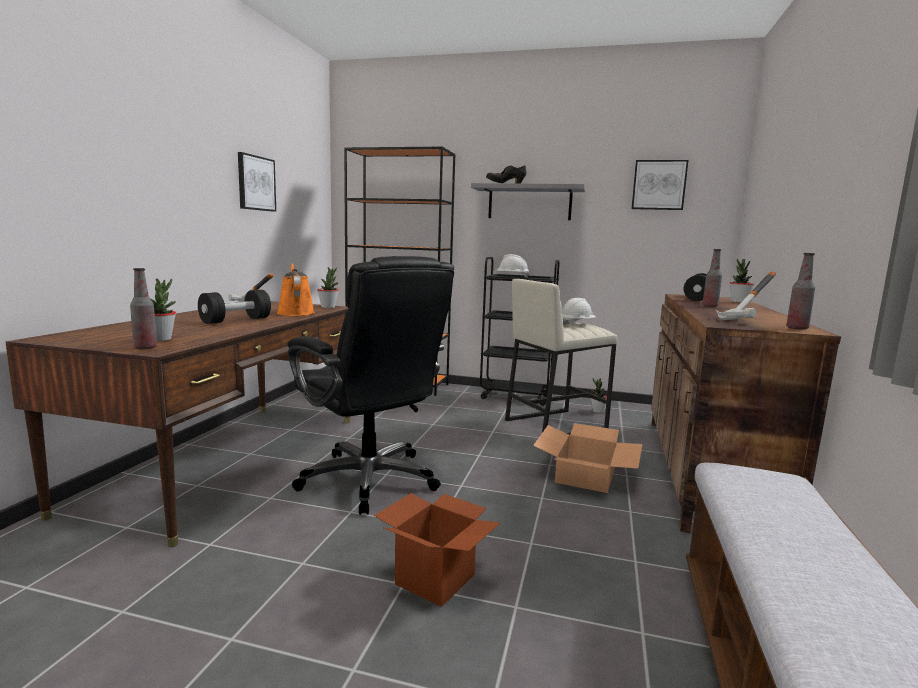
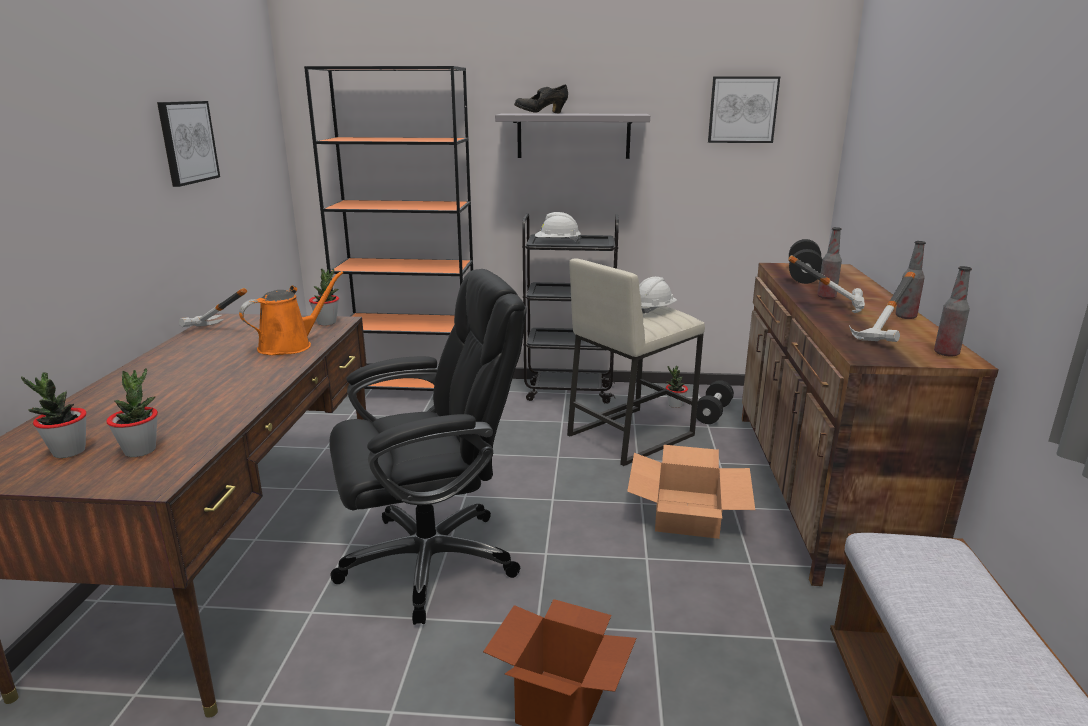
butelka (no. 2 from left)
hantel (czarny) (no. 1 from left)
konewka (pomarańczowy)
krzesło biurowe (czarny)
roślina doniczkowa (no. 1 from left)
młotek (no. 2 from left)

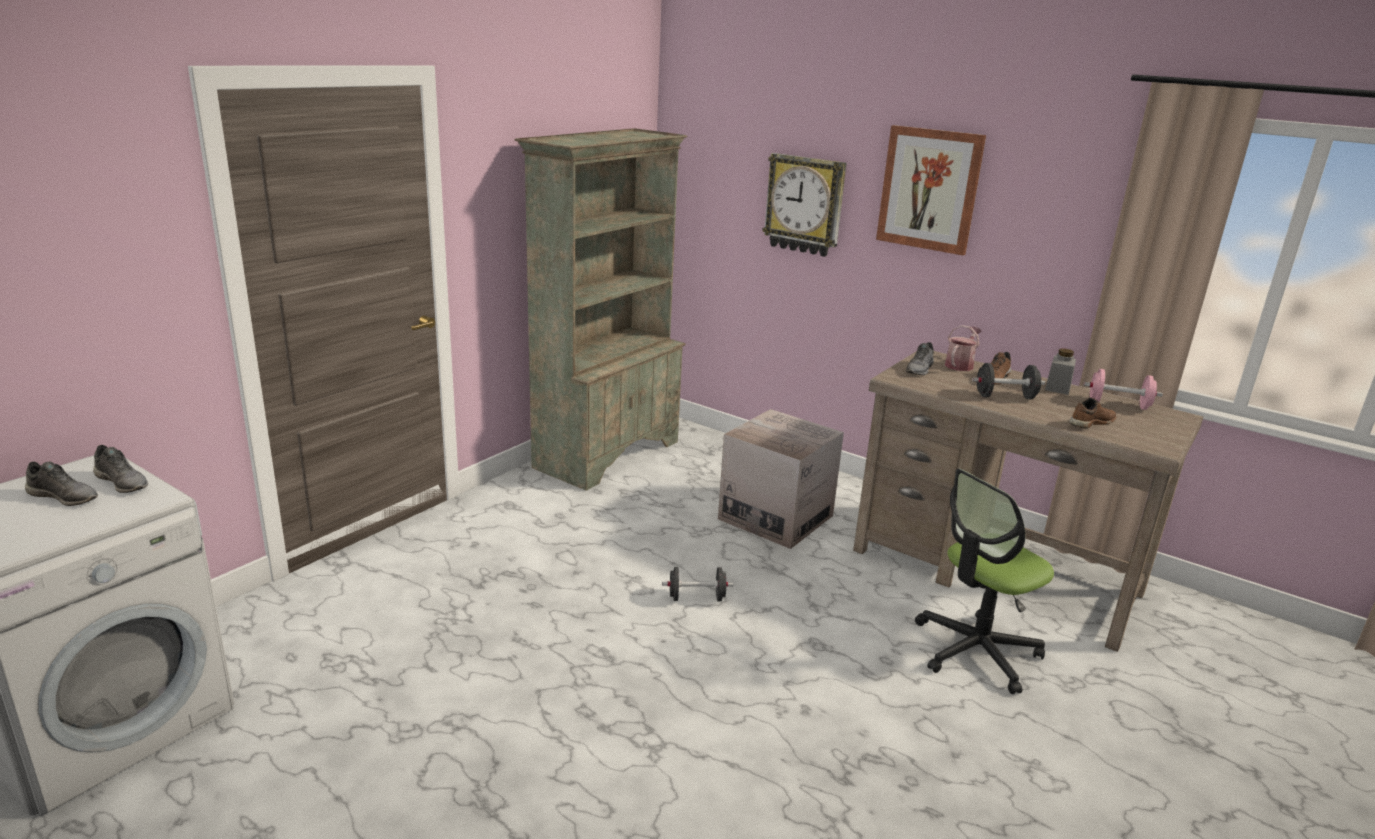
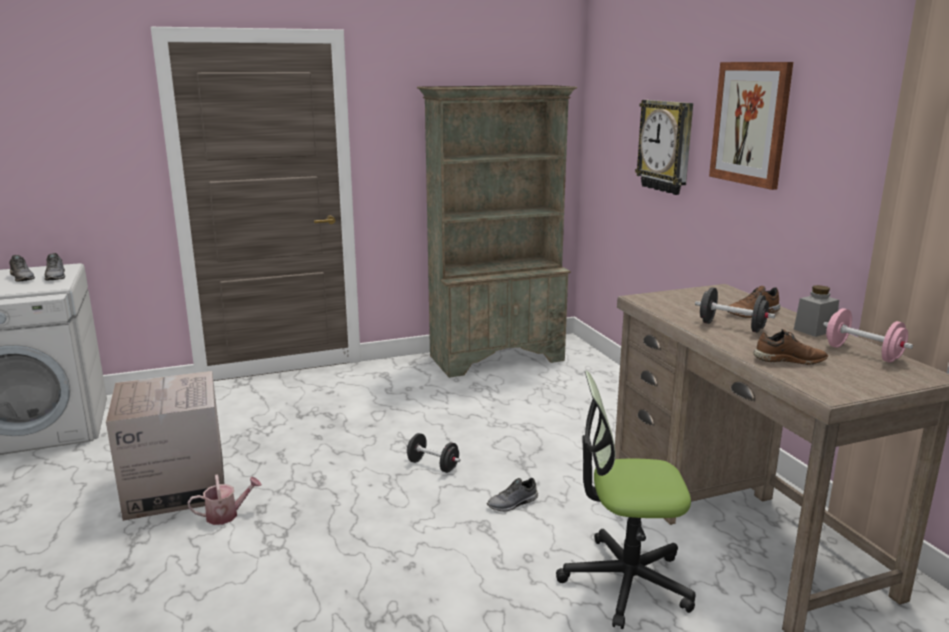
karton
but (szary) (no. 3 from left)
konewka

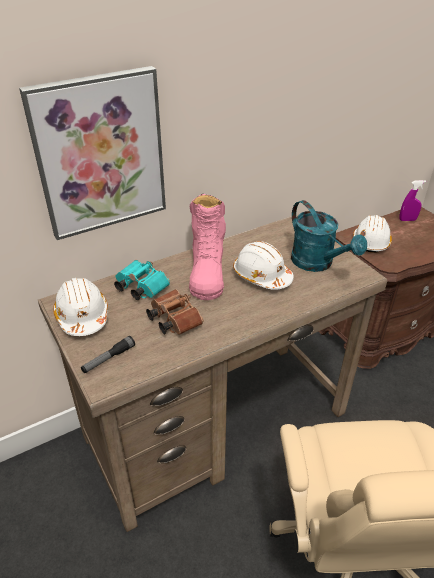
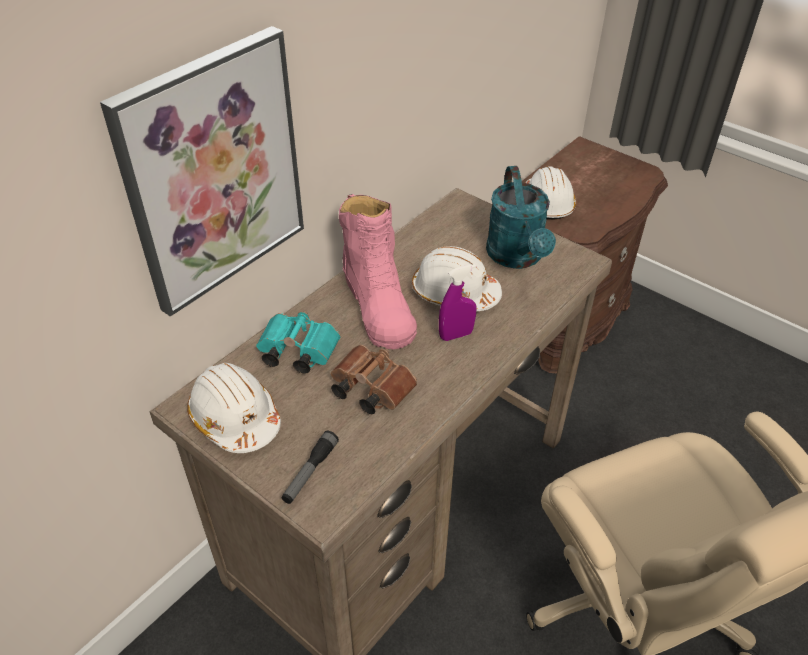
konewka (turkusowy)
spryskiwacz (fioletowy)

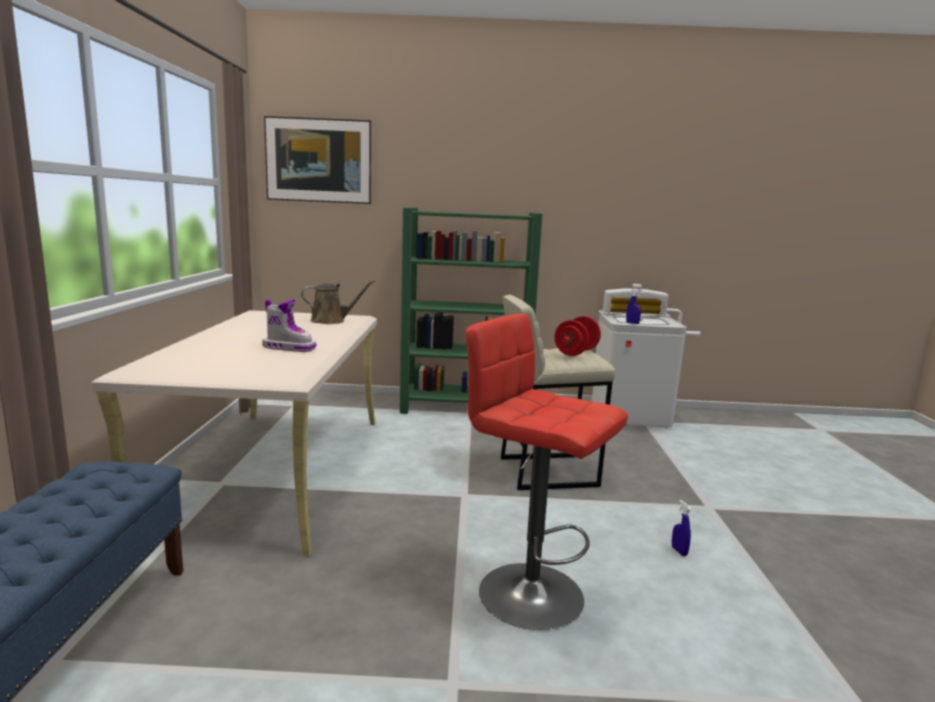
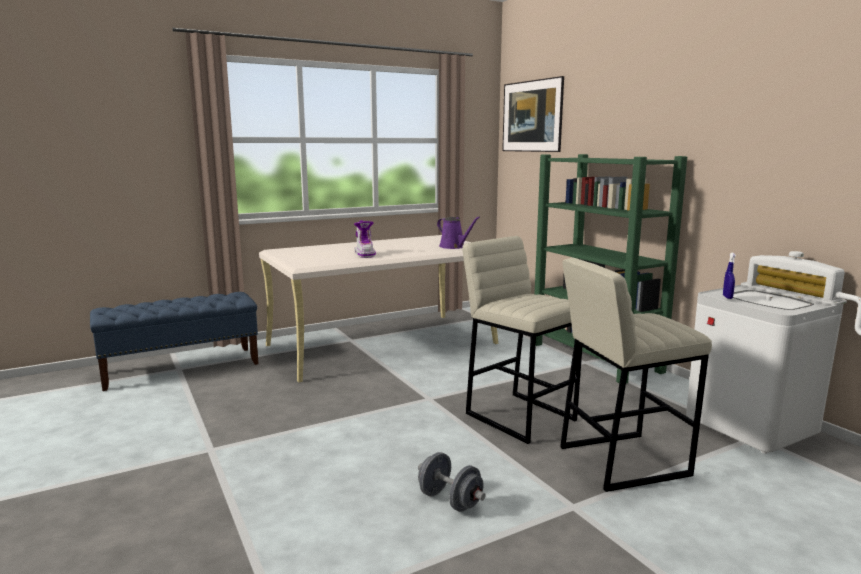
konewka (fioletowy)
stołek (czerwony)
hantel (czerwony)
hantel (szary)
stołek (beżowy) (no. 2 from left)

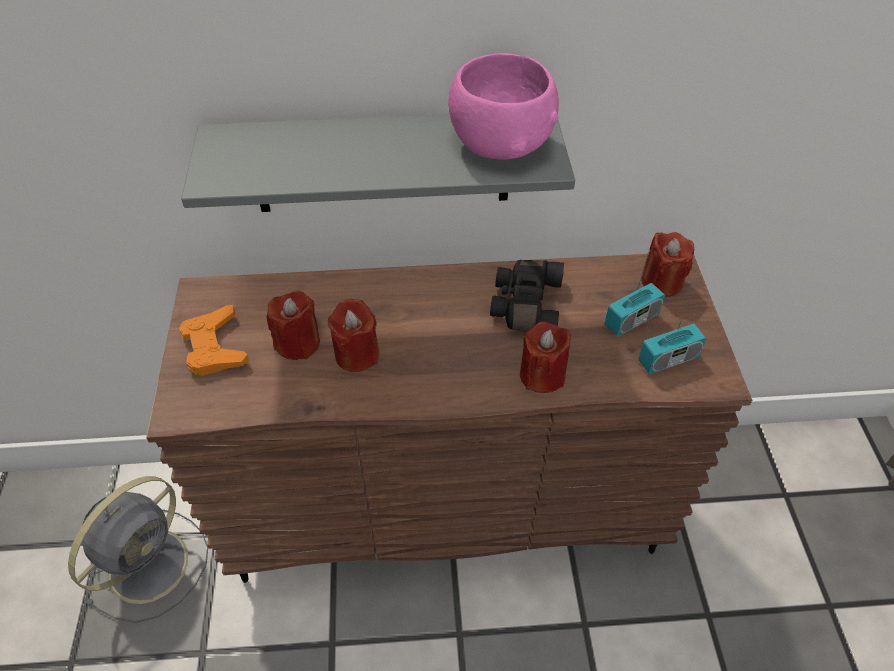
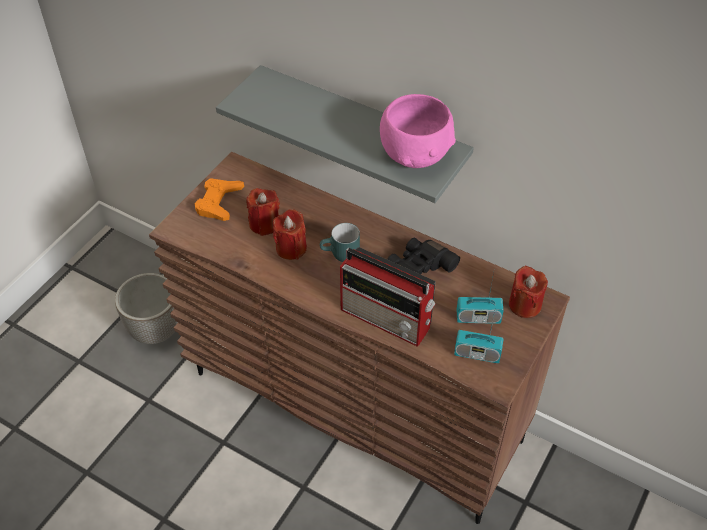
donica
radio (no. 1 from left)
kubek (turkusowy)

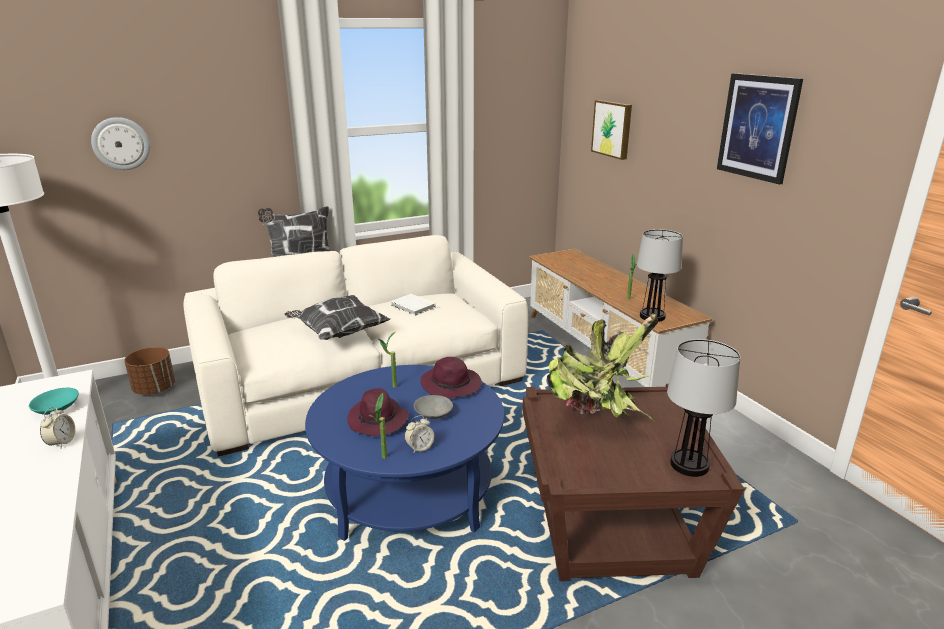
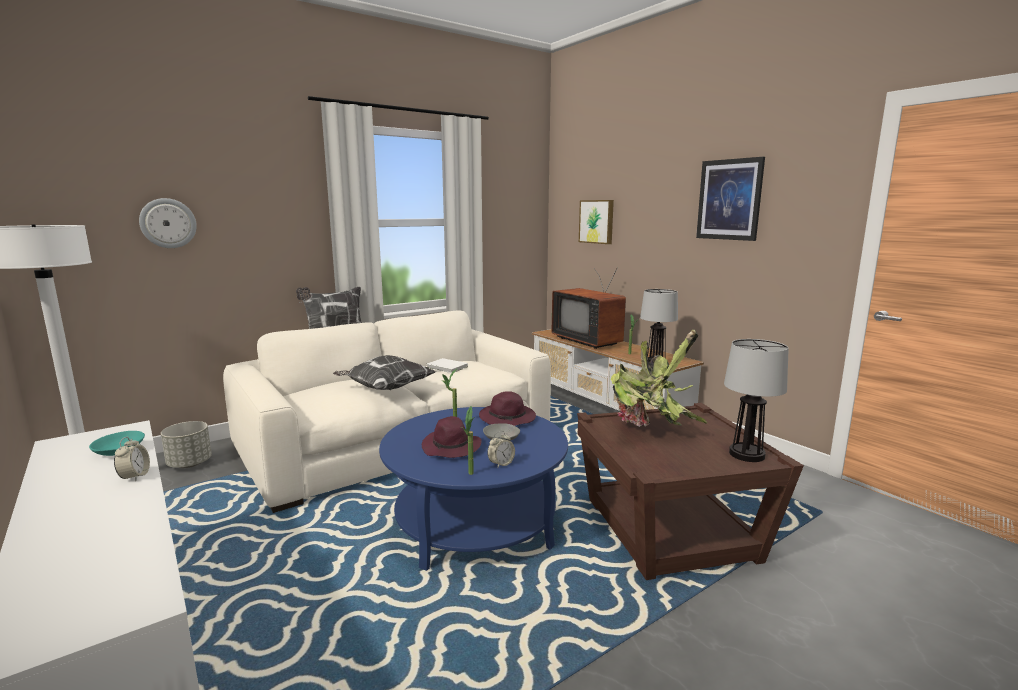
donica (szary)
telewizor

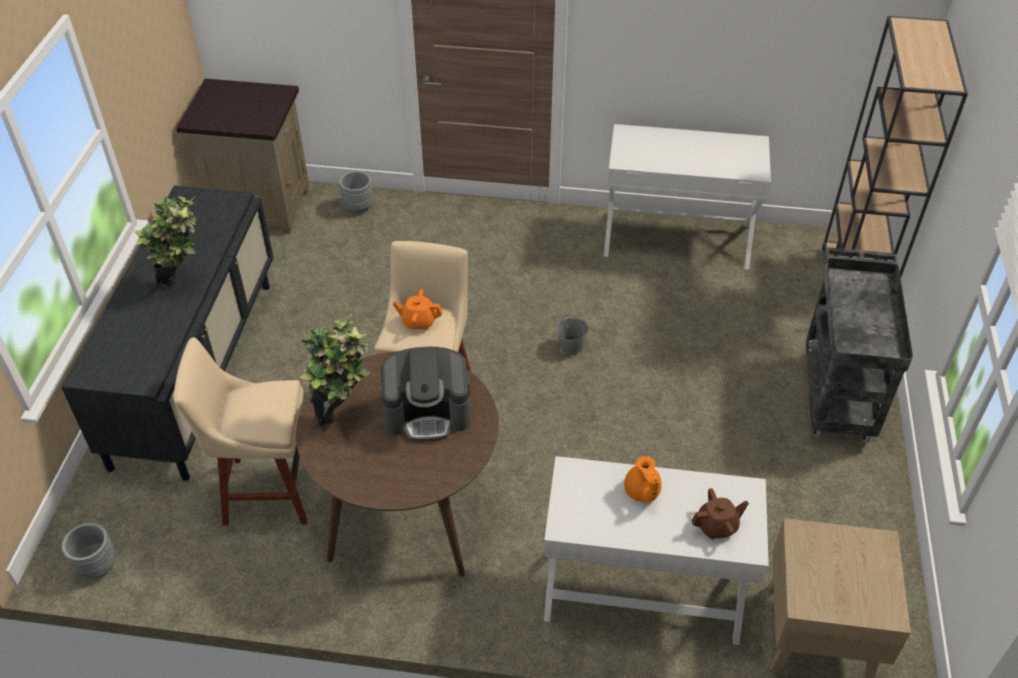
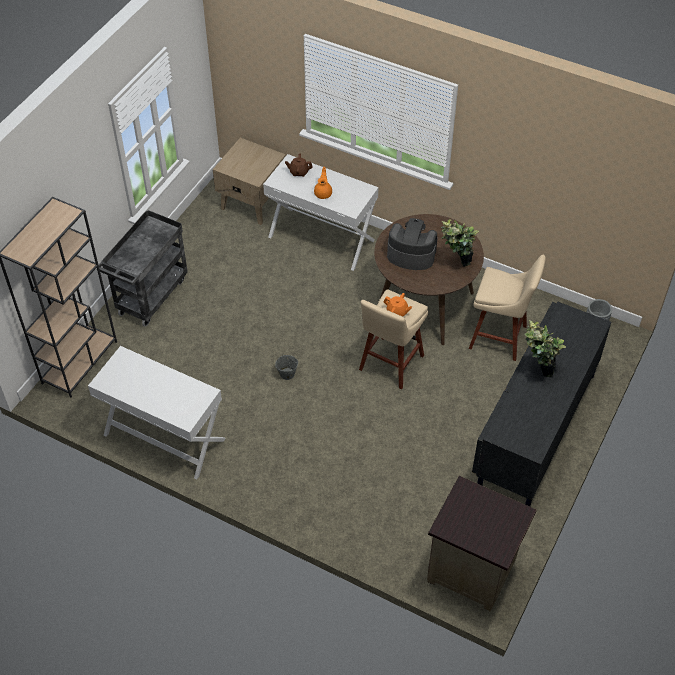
donica (szary) (no. 2 from left in the first image)

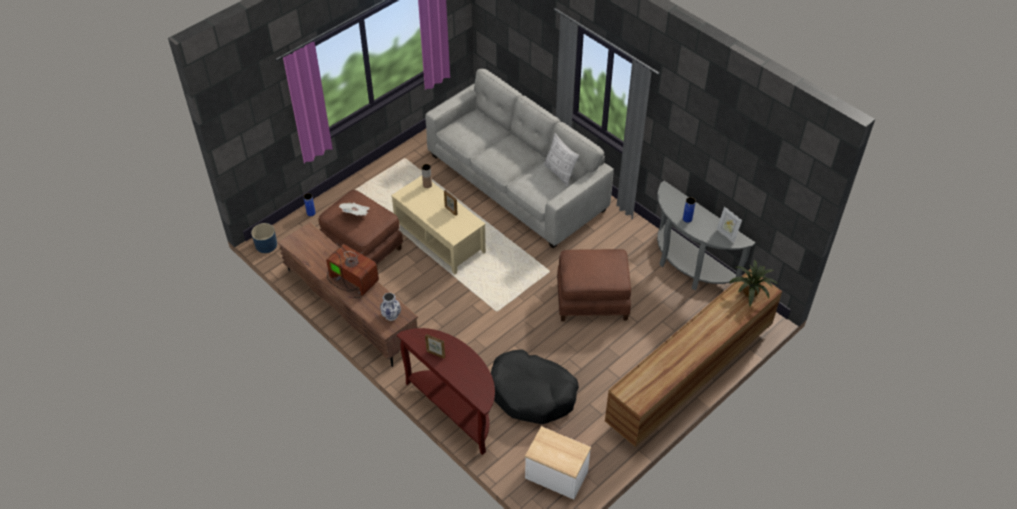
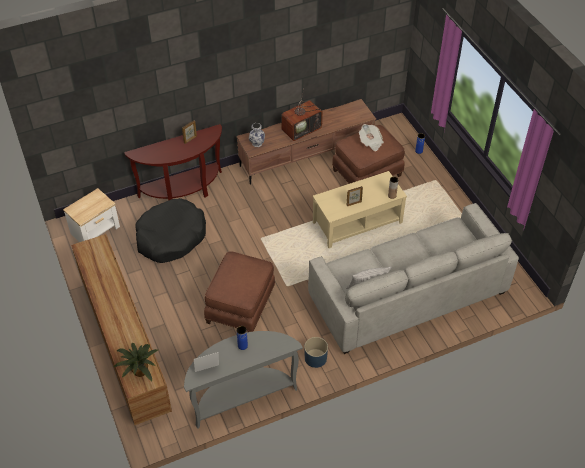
donica (niebieski)

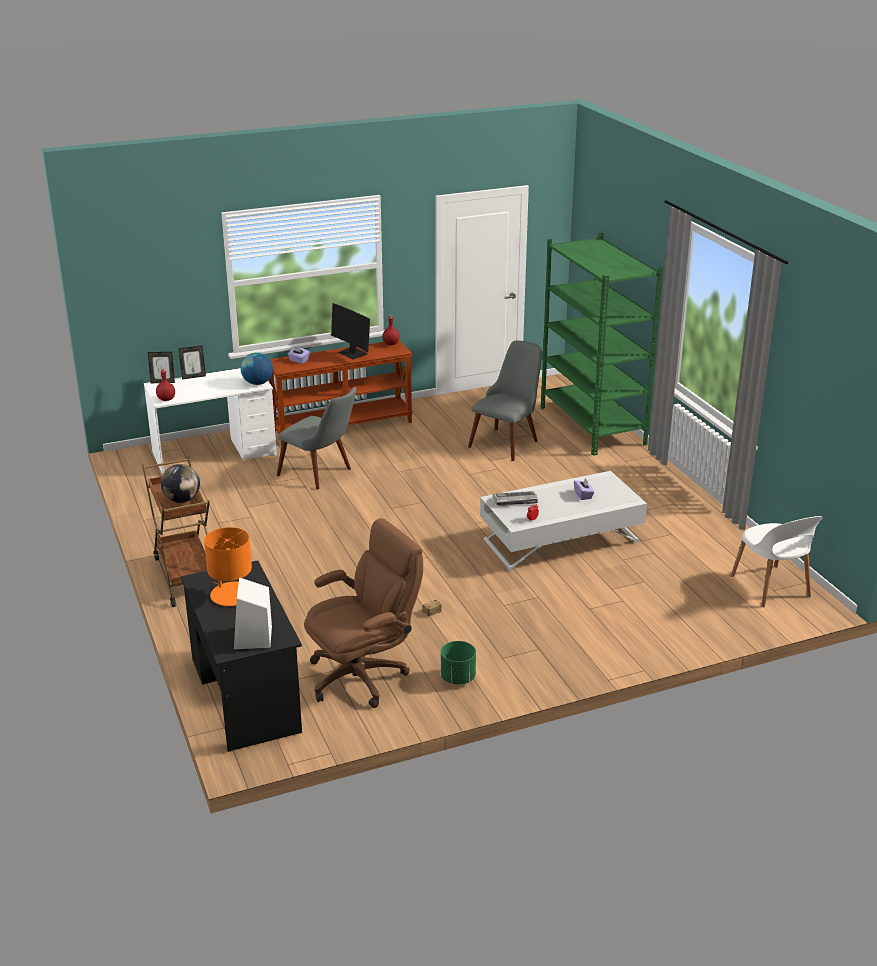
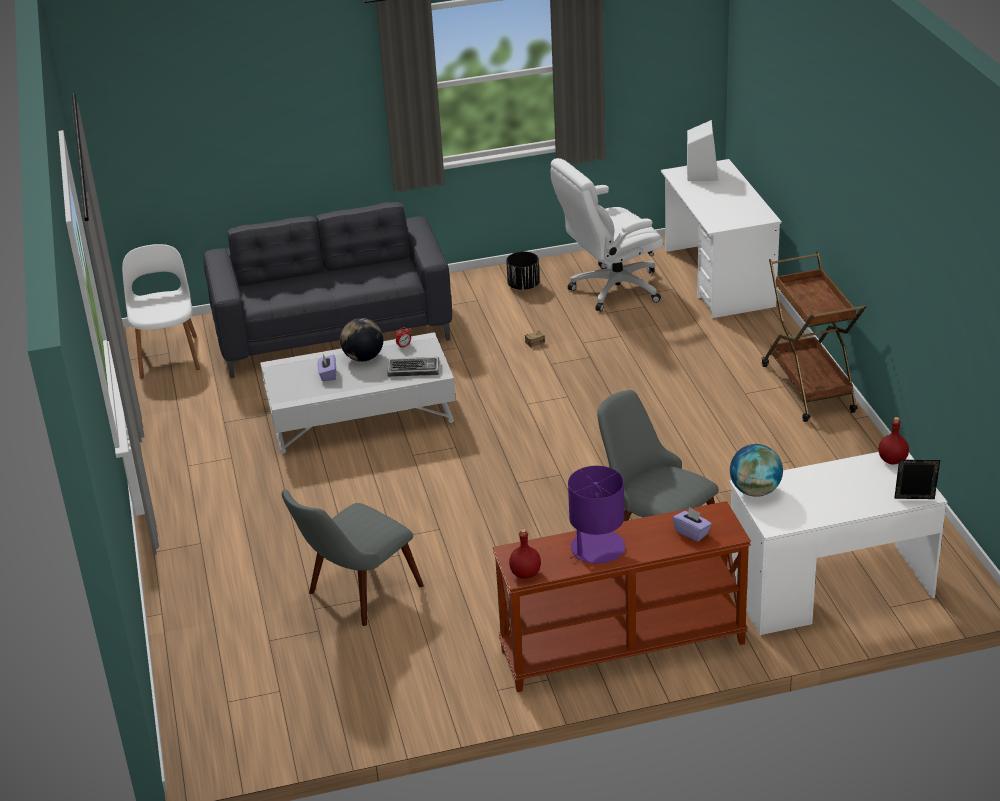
globus (no. 1 from left)
ramka na zdjęcie (no. 2 from left in the first image)
biurko (biały) (no. 1 from left)
lampa stołowa (pomarańczowy)
krzesło biurowe (biały)
lampa stołowa (fioletowy)
donica (czarny)
regał (zielony)
kanapa (szary)

